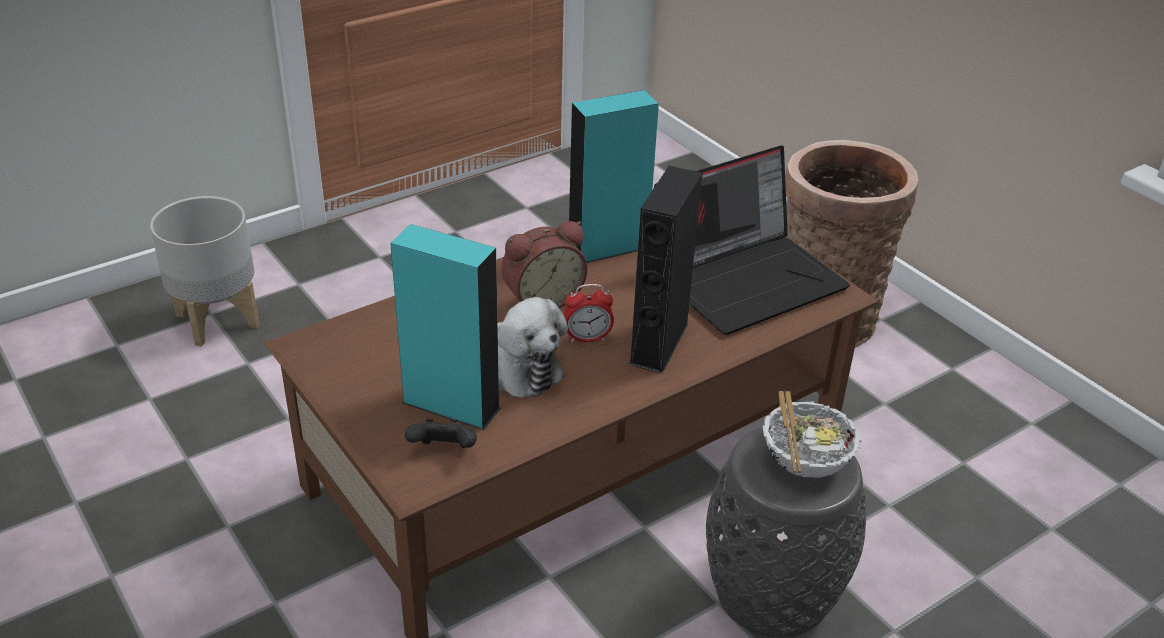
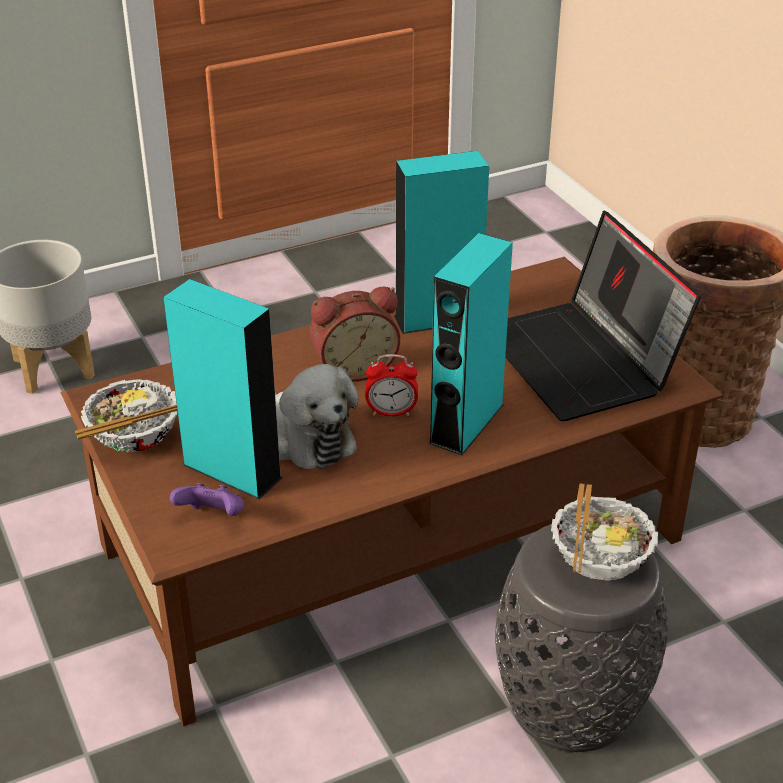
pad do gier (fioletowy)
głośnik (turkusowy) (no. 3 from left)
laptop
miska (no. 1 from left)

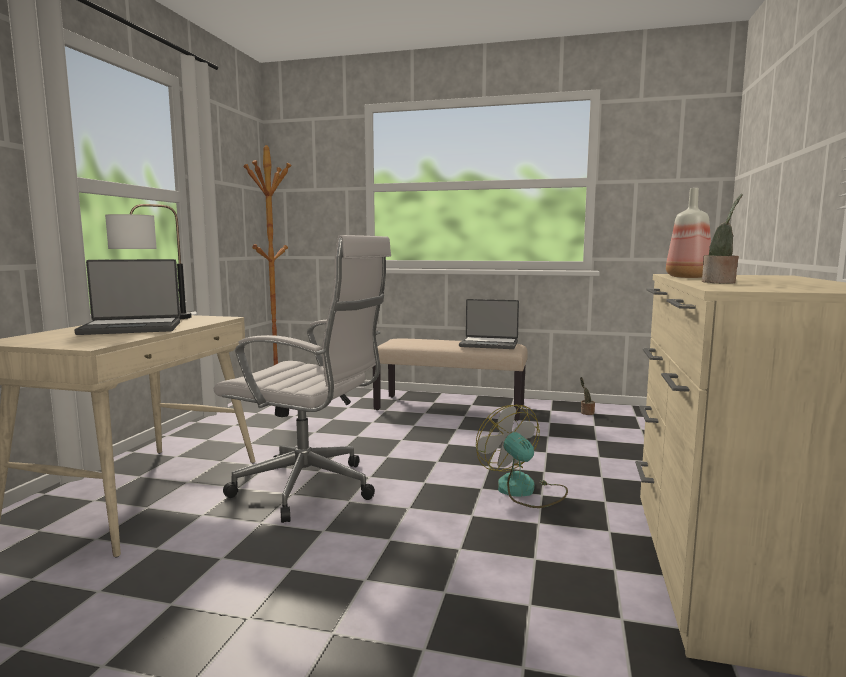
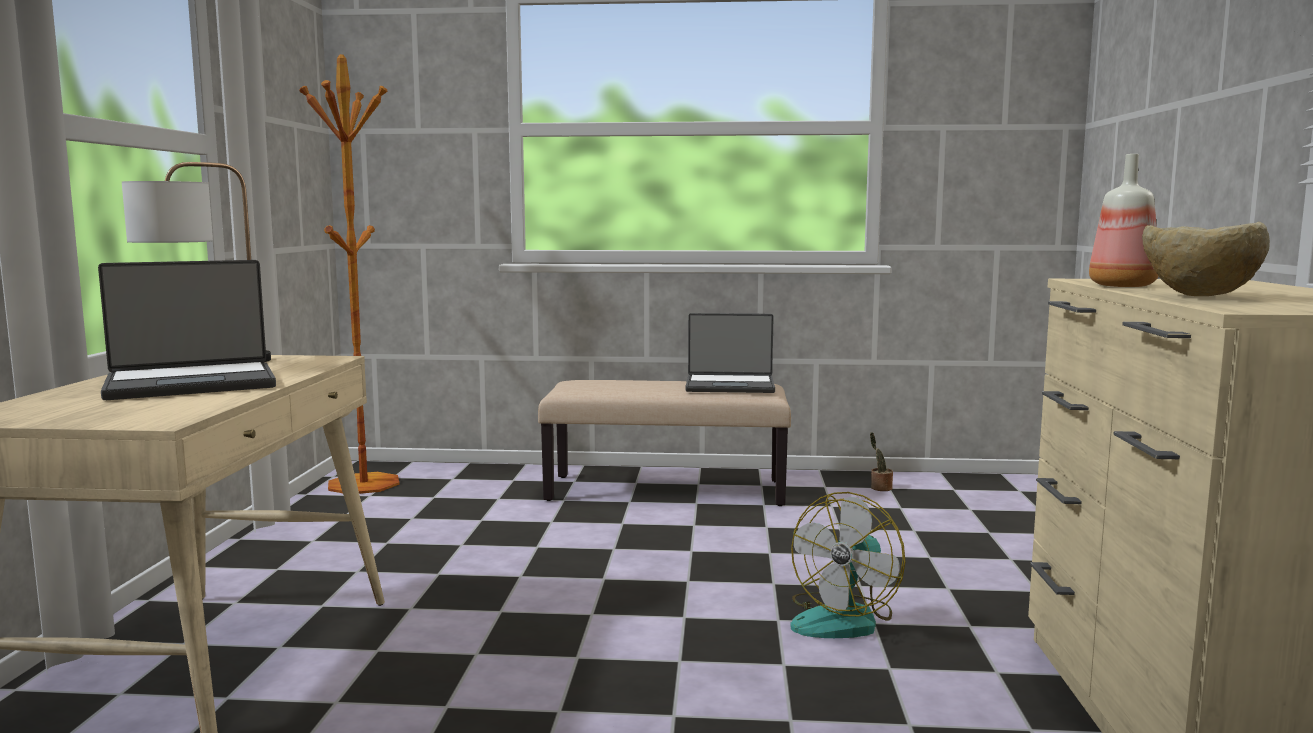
krzesło biurowe (biały)
wentylator
miska (beżowy)

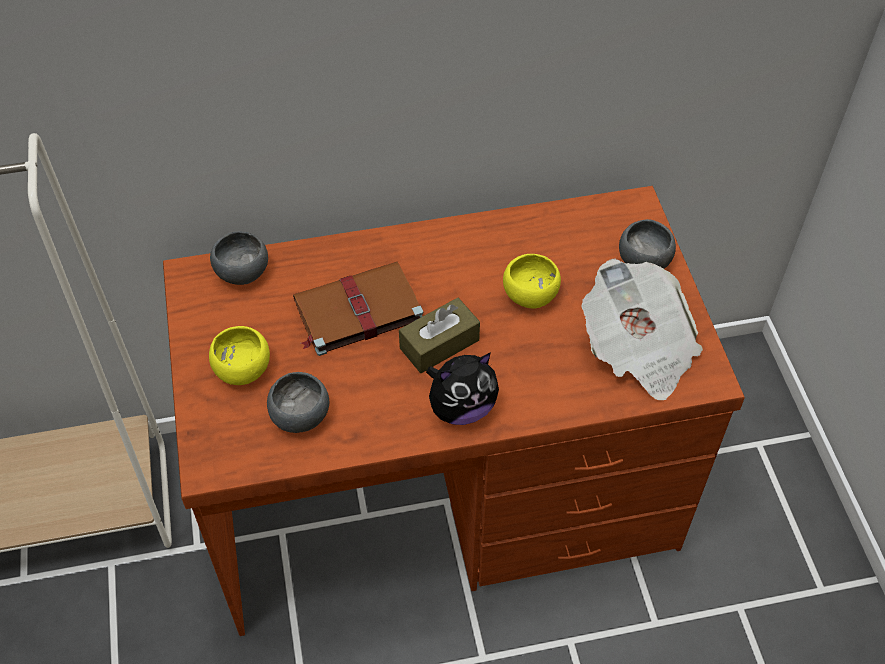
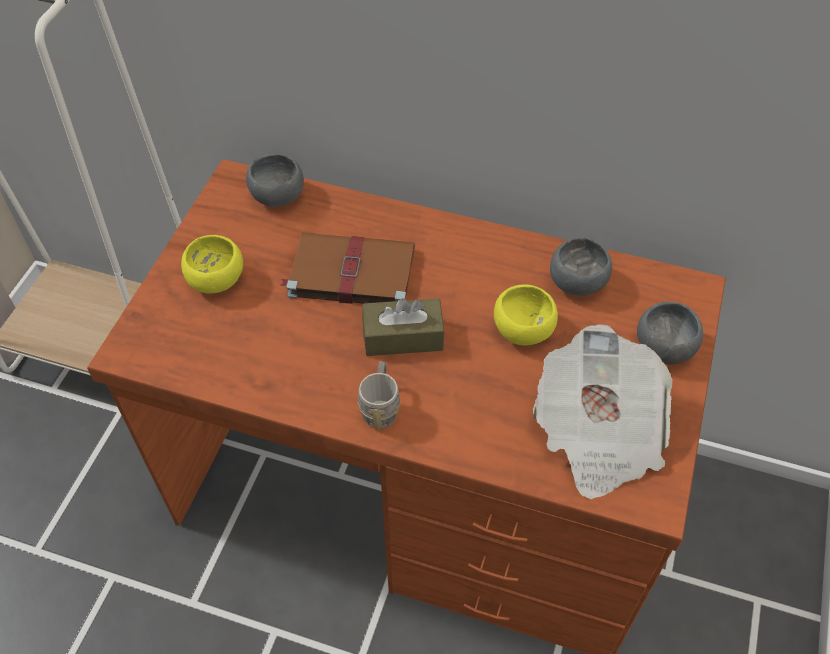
miska (szary) (no. 2 from left)
kubek (szary)

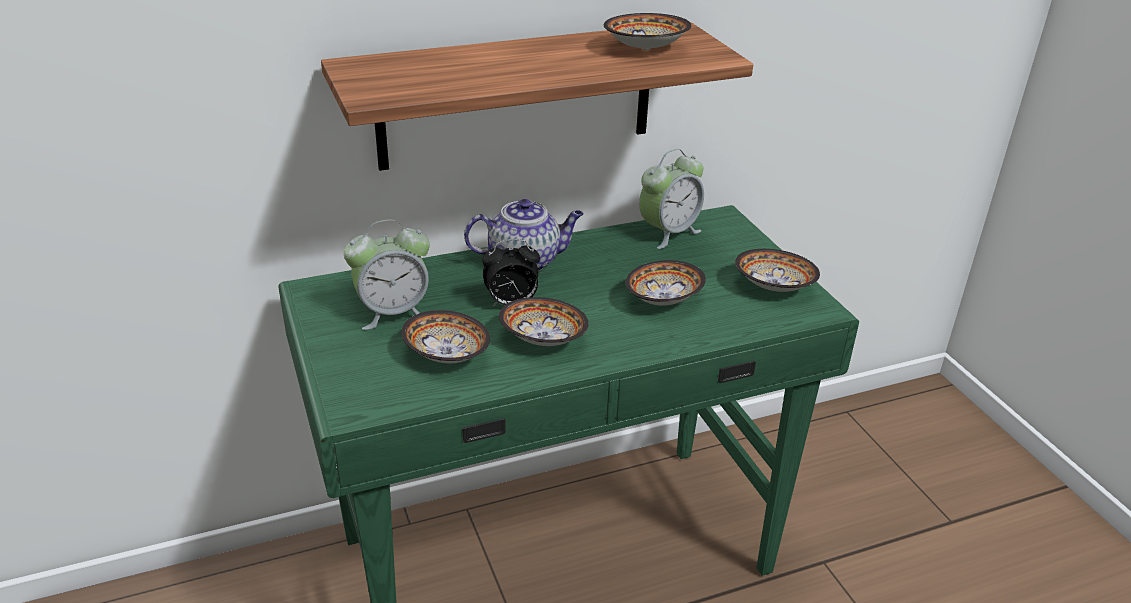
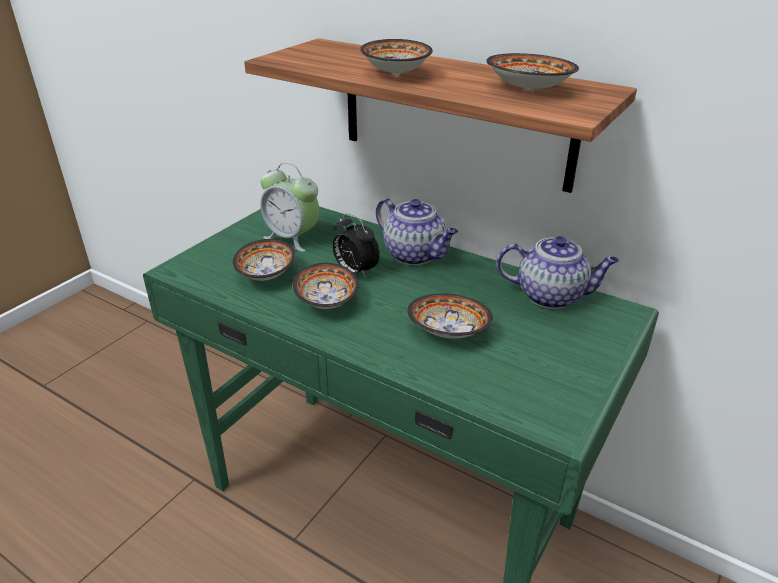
imbryk (no. 2 from left)
miska (no. 3 from left)

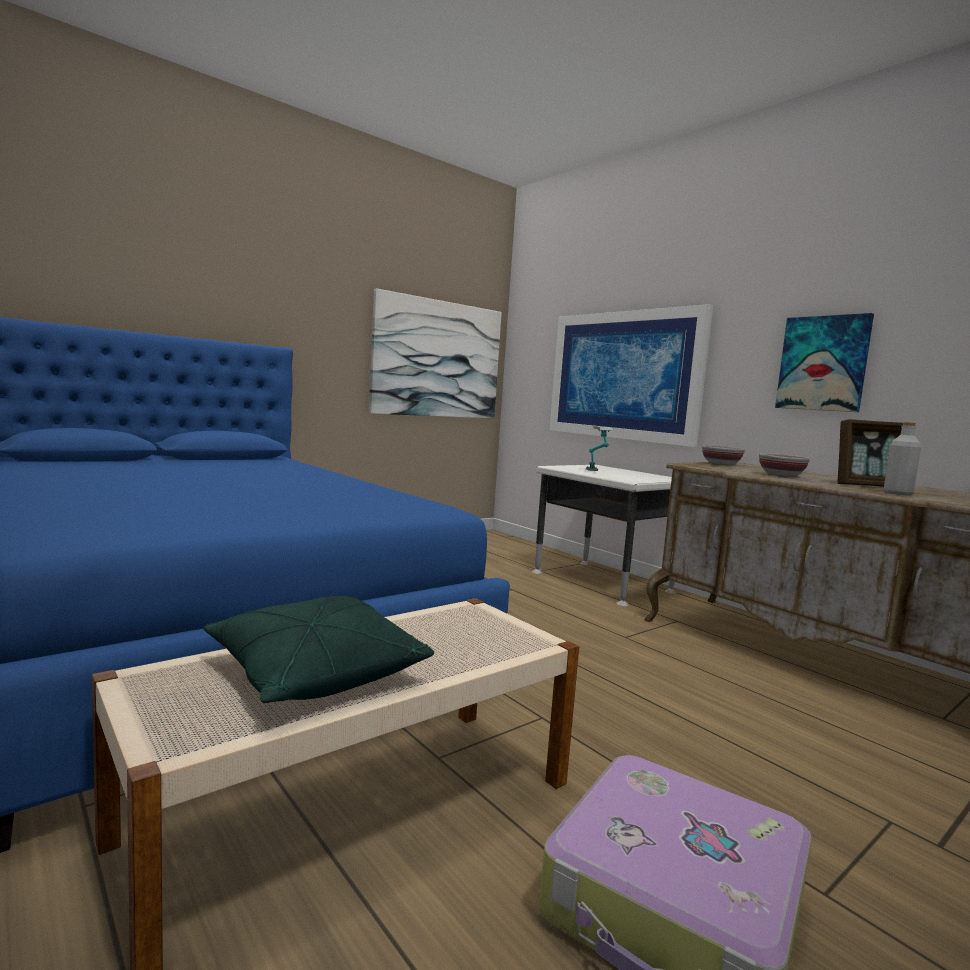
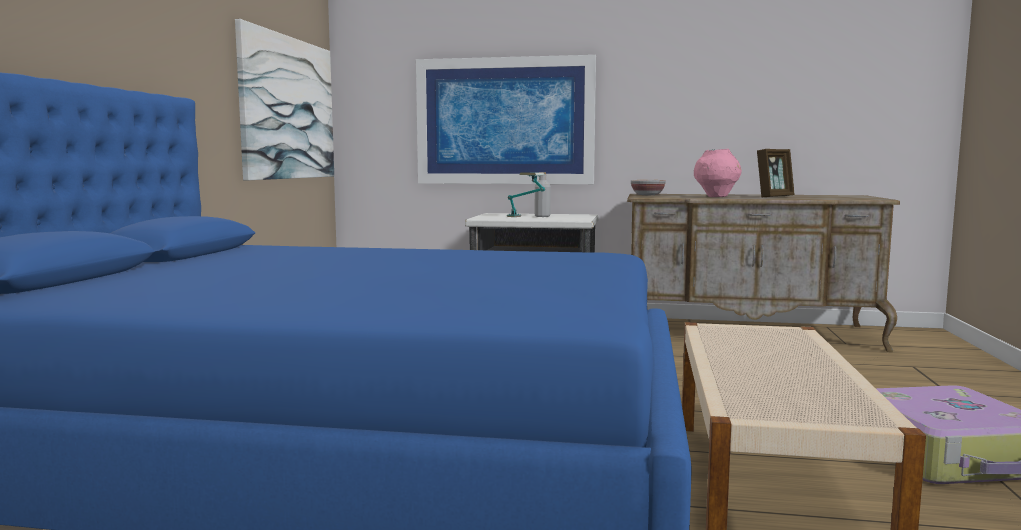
poduszka (zielony)
wazon (różowy)
obraz (no. 3 from left in the first image)
butelka (szary)

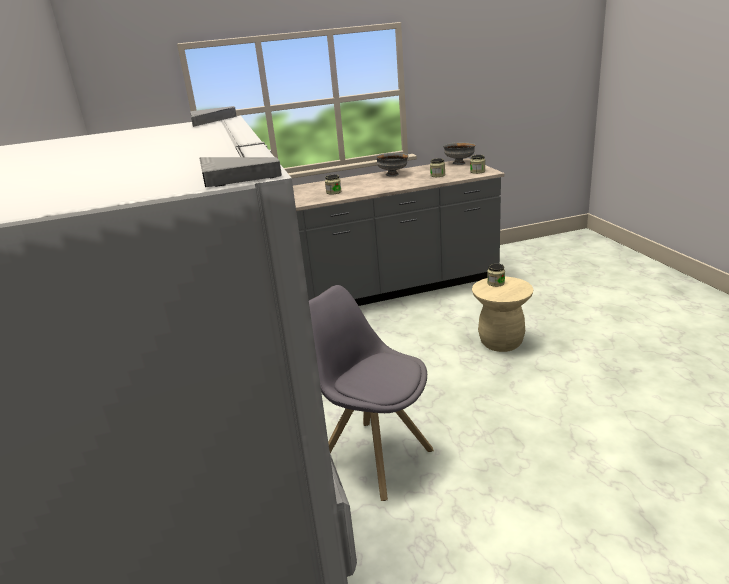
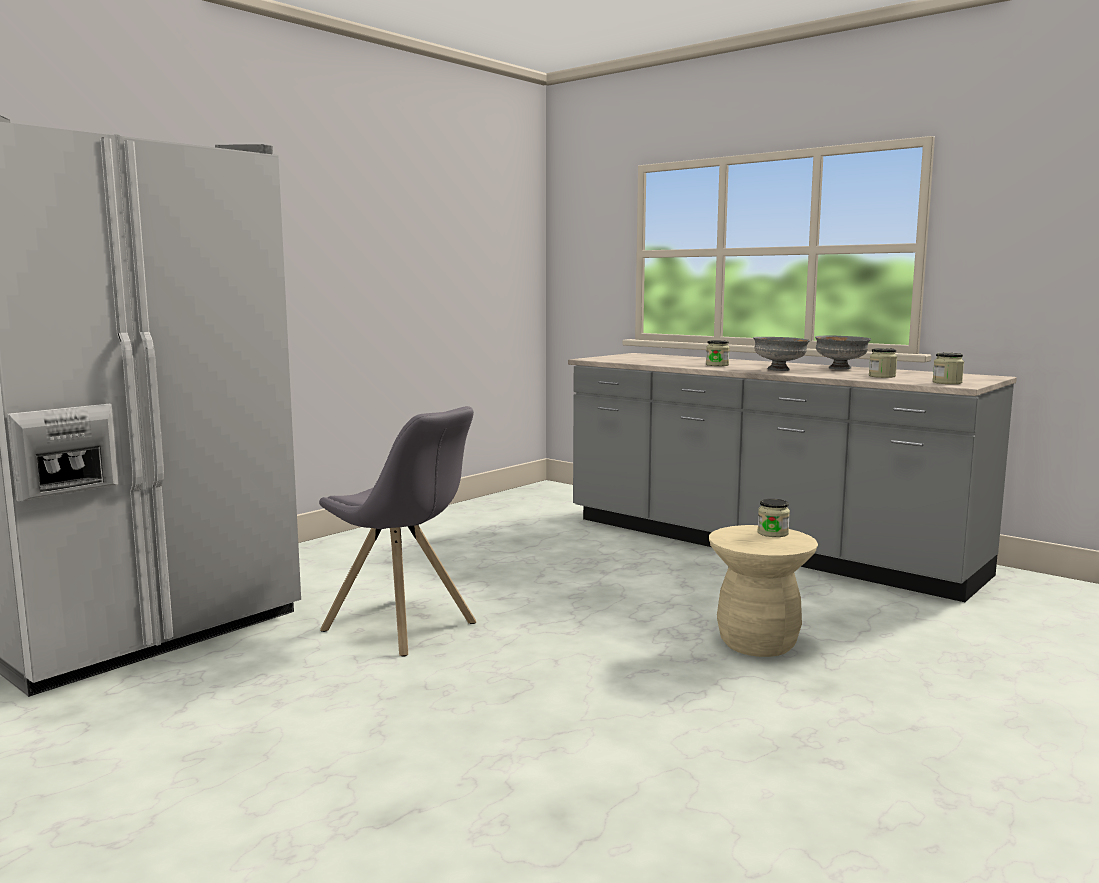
krzesło (szary)
miska (szary) (no. 1 from left)

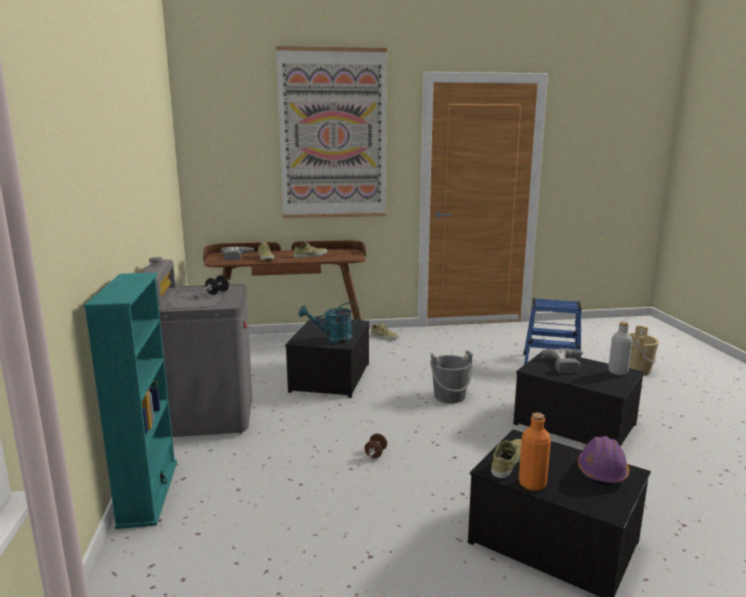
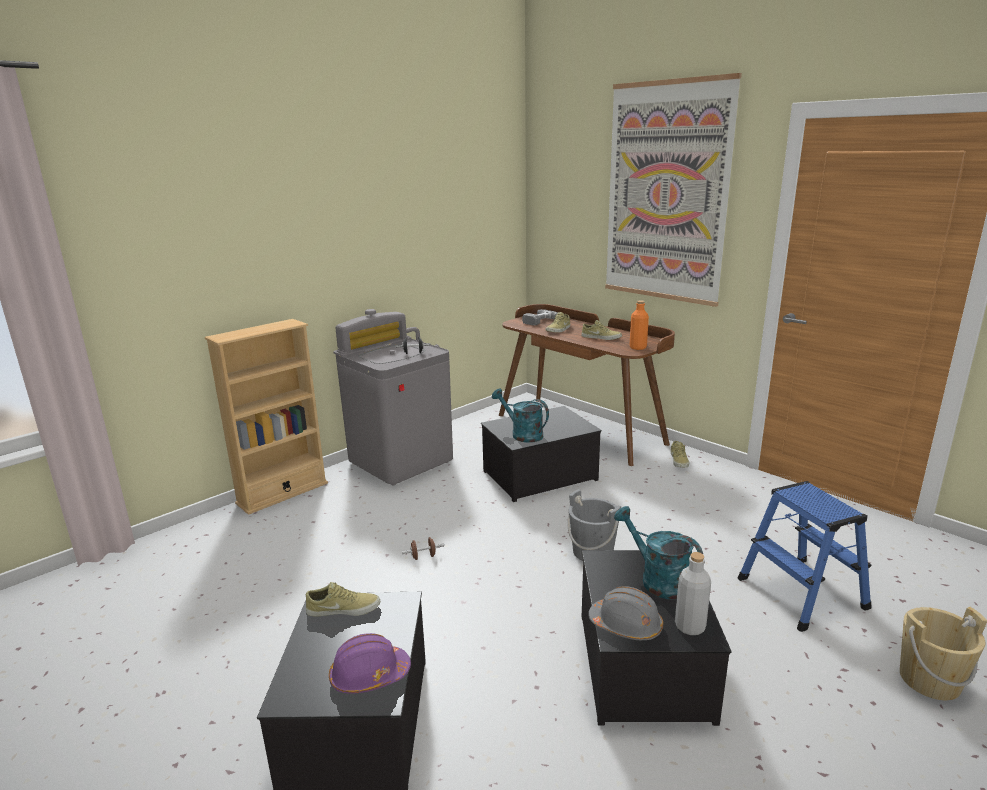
regał (beżowy)
butelka (pomarańczowy)
konewka (turkusowy) (no. 2 from left)
kask (szary)

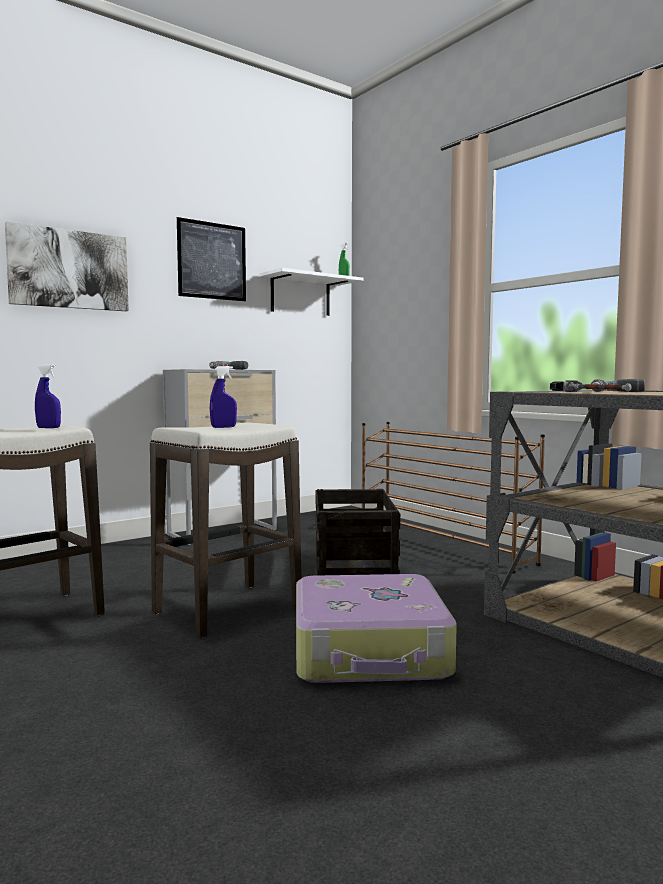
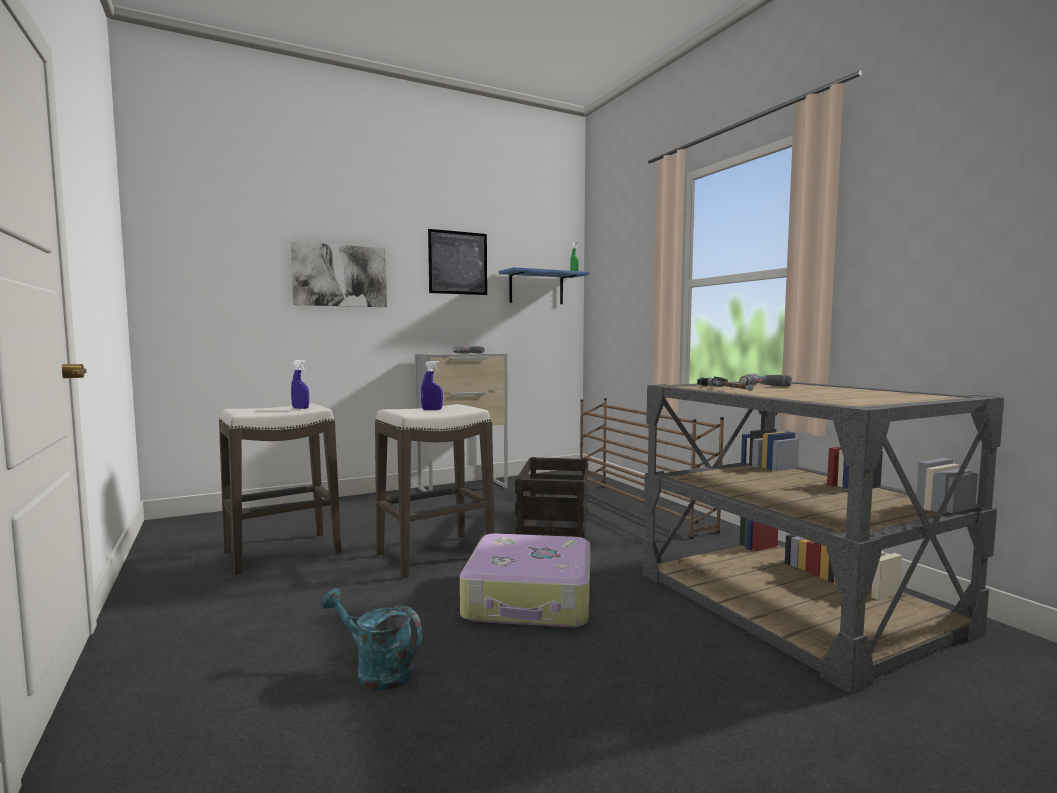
półka (niebieski)
konewka (turkusowy)

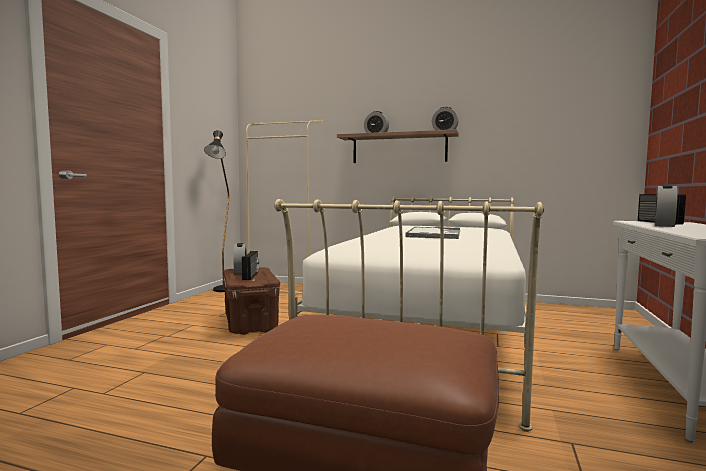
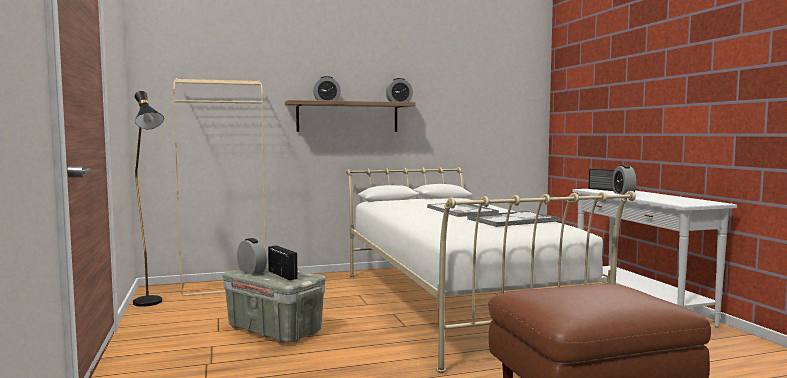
pojemnik do przechowywania (szary)
taca (no. 2 from left)

